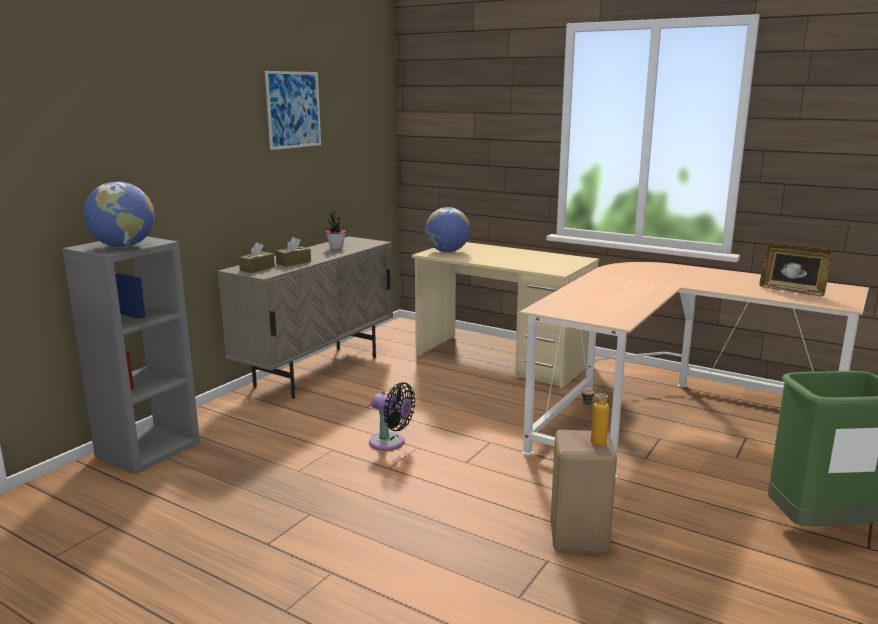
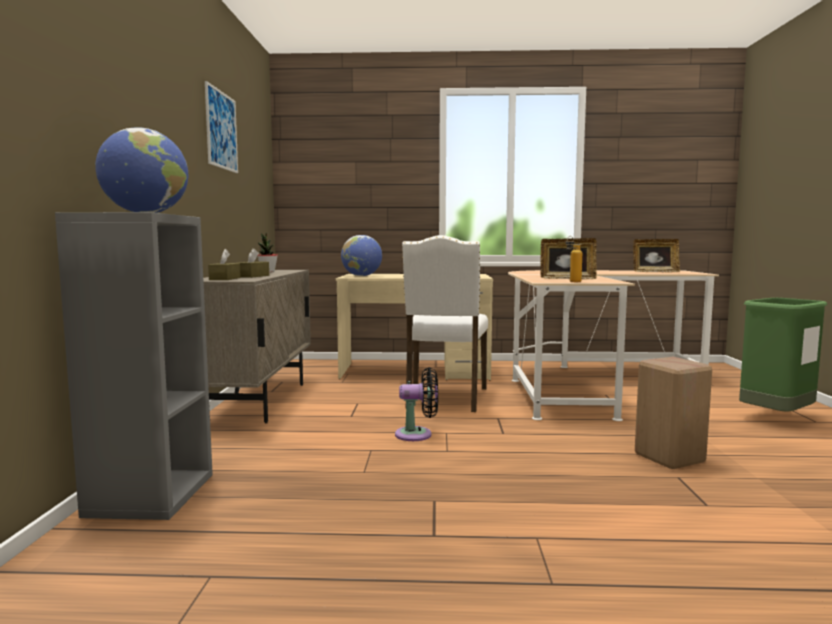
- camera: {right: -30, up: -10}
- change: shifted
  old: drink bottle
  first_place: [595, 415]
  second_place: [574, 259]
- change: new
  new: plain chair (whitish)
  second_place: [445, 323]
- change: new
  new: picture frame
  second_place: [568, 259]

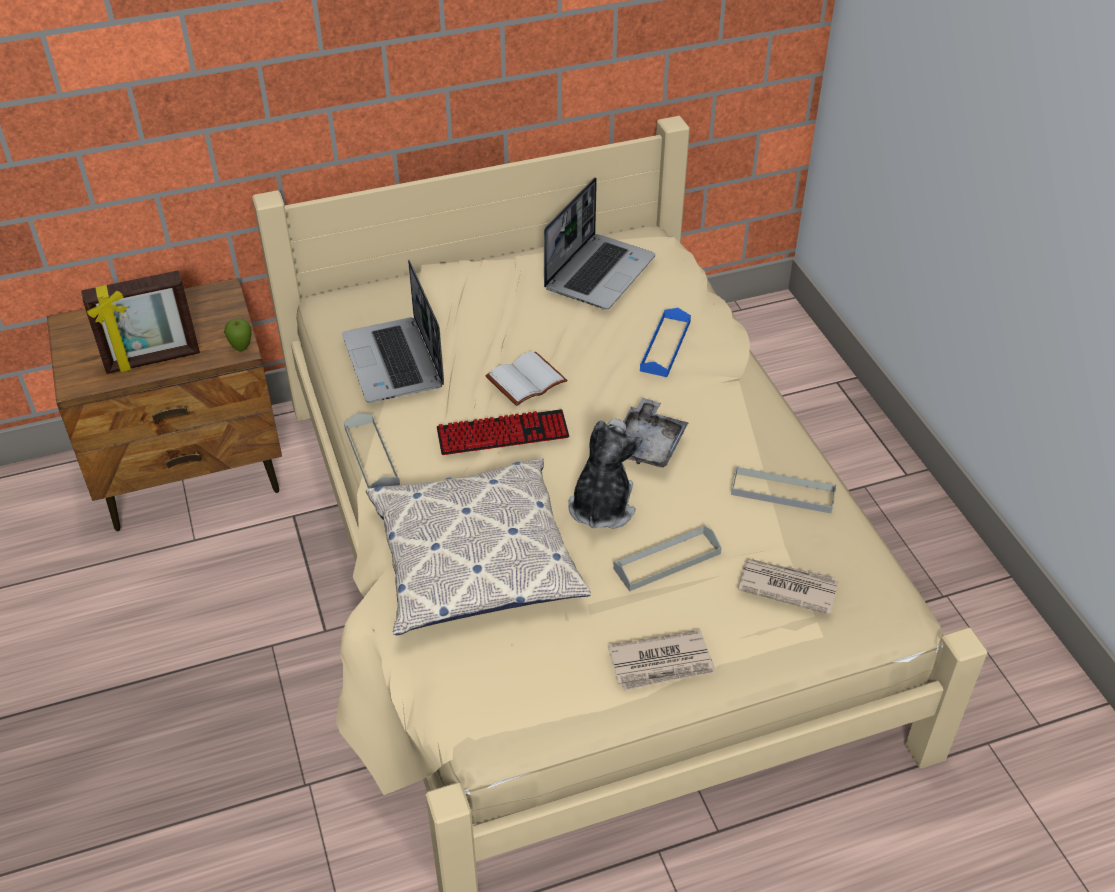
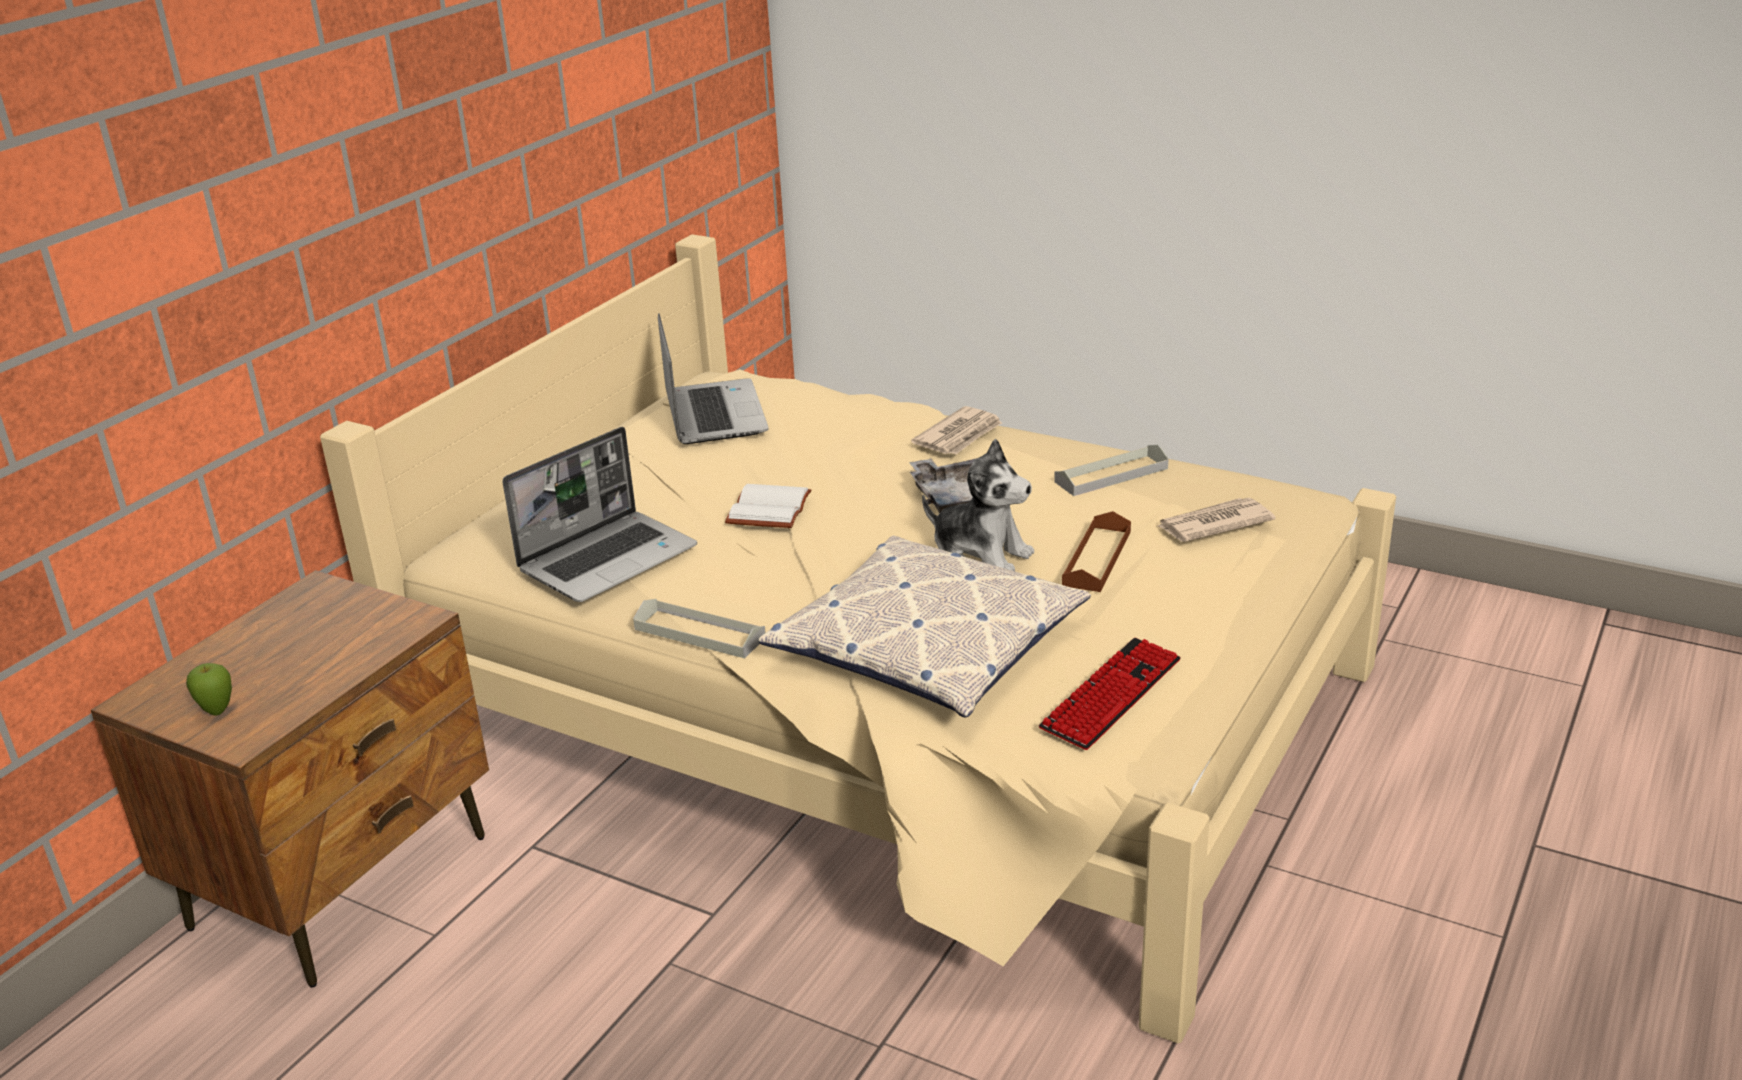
- camera: {right: -40, up: -15}
- change: gone
  old: picture frame
  first_place: [140, 322]
- change: shifted
  old: whole apple
  first_place: [237, 335]
  second_place: [209, 689]
- change: rotated
  old: notebook computer
  first_place: [393, 331]
  second_place: [599, 514]
  degrees: -75
- change: shifted
  old: keyboard
  first_place: [503, 432]
  second_place: [1110, 694]
- change: rotated
  old: plush toy
  first_place: [605, 474]
  second_place: [978, 505]
  degrees: 150
- change: shifted
  old: daily paper
  first_place: [662, 660]
  second_place: [956, 430]
- change: repainted
  old: serving tray (gray)
  new: serving tray (brownish)
  first_place: [667, 558]
  second_place: [1096, 551]
- change: gone
  old: serving tray (blue)
  first_place: [665, 342]

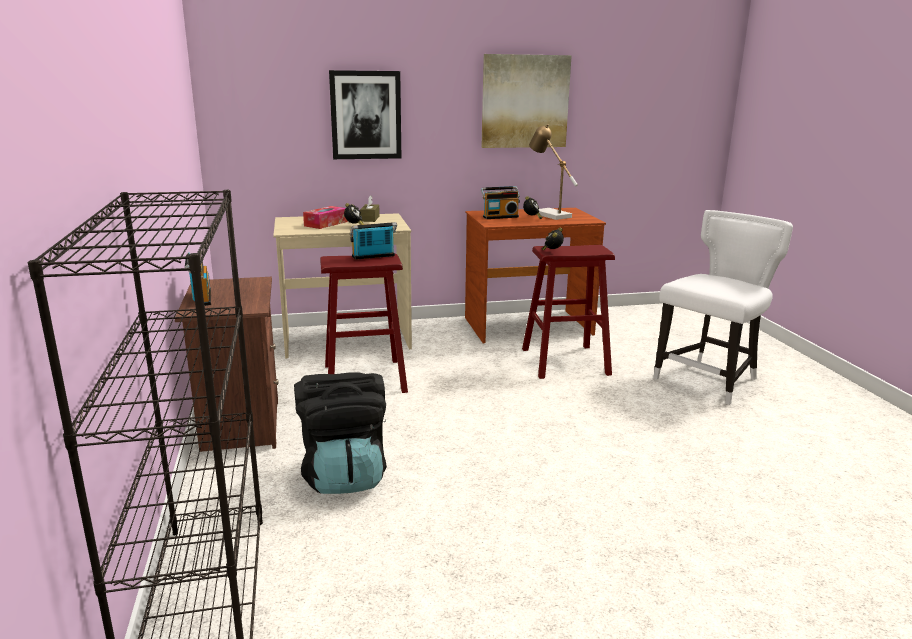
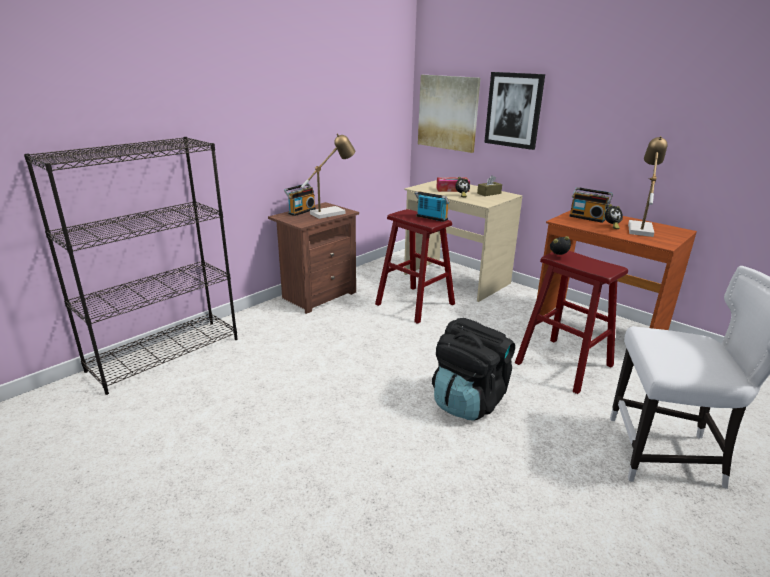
- camera: {right: 55, up: 5}
- change: shifted
  old: backpack (black-coloured)
  first_place: [340, 433]
  second_place: [473, 369]
- change: shifted
  old: wall art
  first_place: [526, 101]
  second_place: [449, 114]
- change: new
  new: tabletop lamp
  second_place: [328, 176]

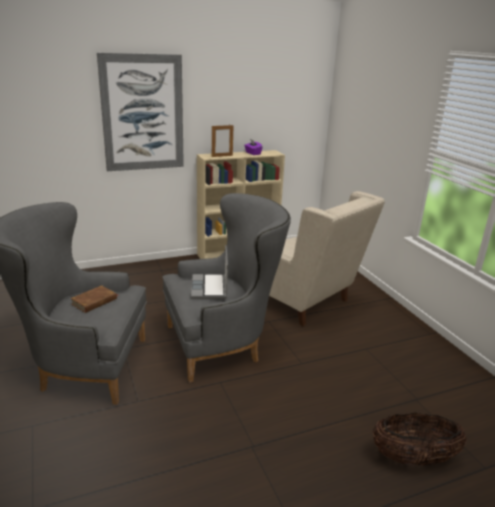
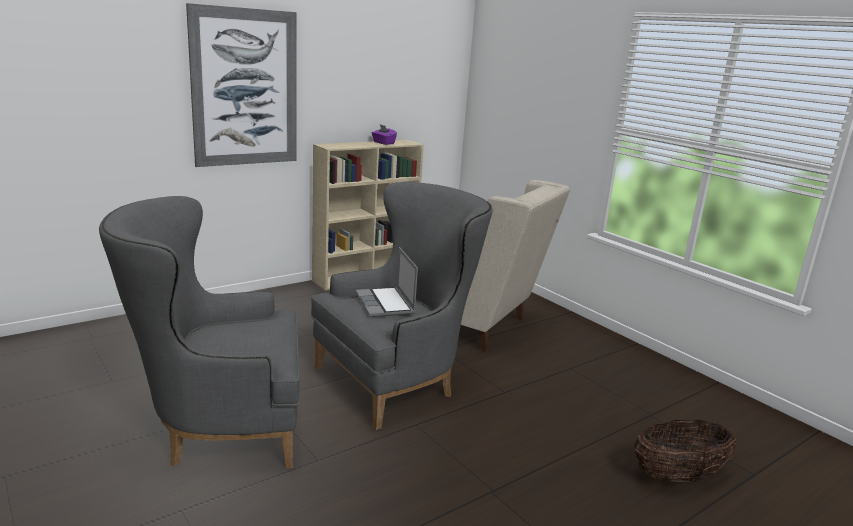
- camera: {right: -15, up: -5}
- change: gone
  old: bound book (brownish)
  first_place: [94, 299]
- change: gone
  old: picture frame
  first_place: [223, 141]

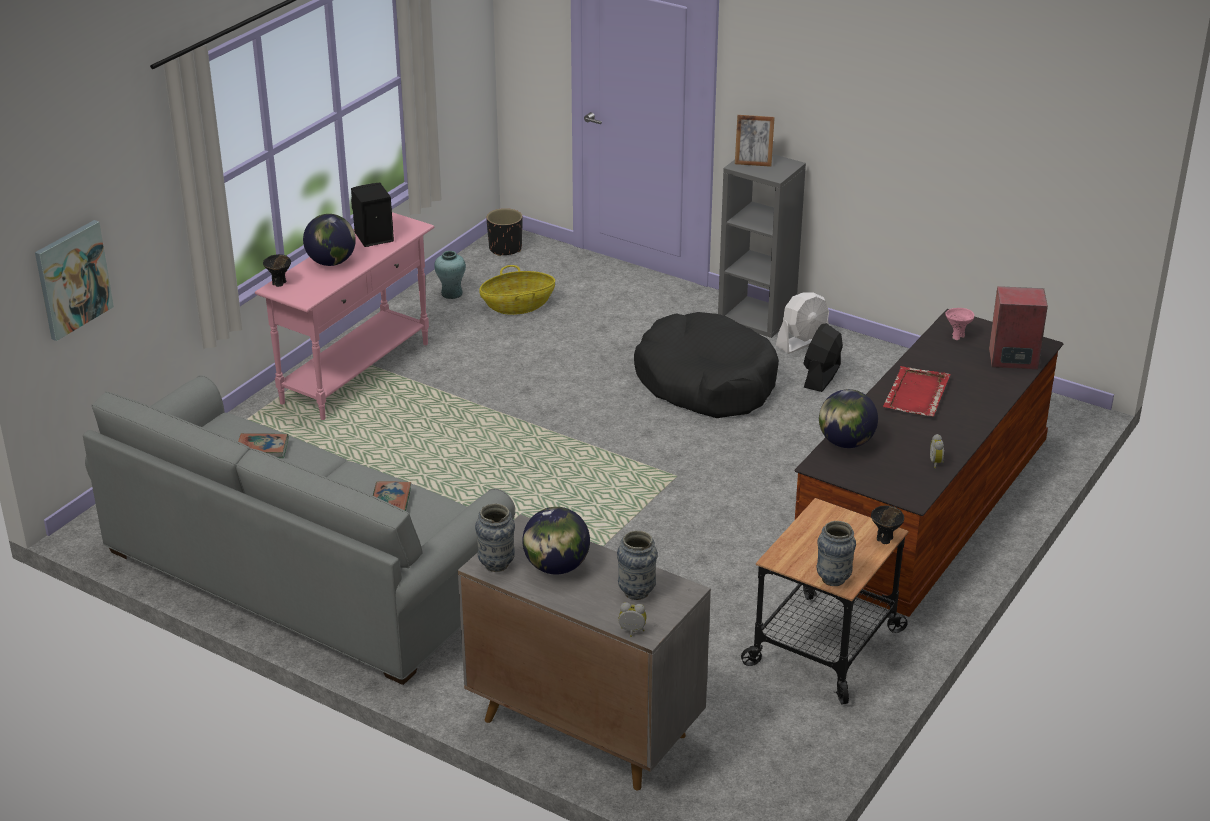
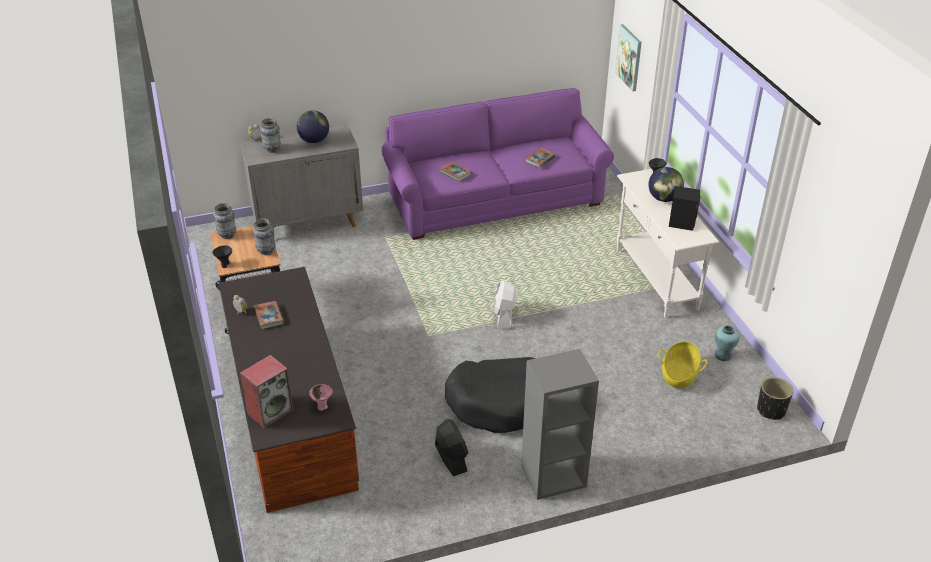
- camera: {right: 130, up: 5}
- change: repainted
  old: couch (gray)
  new: couch (purple-coloured)
  first_place: [299, 530]
  second_place: [497, 164]
- change: repainted
  old: narrow table (pinkish)
  new: narrow table (whitish)
  first_place: [344, 316]
  second_place: [668, 243]
- change: shifted
  old: flower vase
  first_place: [495, 537]
  second_place: [264, 236]
- change: gone
  old: picture frame
  first_place: [755, 141]
- change: shifted
  old: cooling fan (whitish)
  first_place: [802, 323]
  second_place: [505, 304]
- change: gone
  old: desk globe
  first_place: [848, 418]
- change: gone
  old: serving tray (reddish)
  first_place: [916, 391]
- change: new
  new: bound book
  second_place: [269, 315]

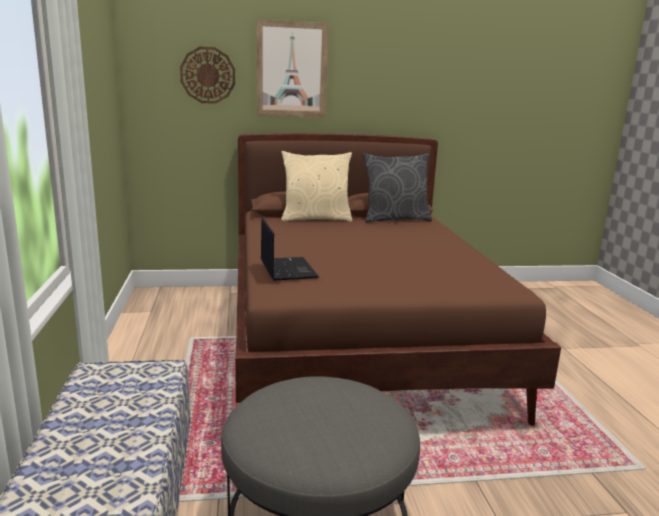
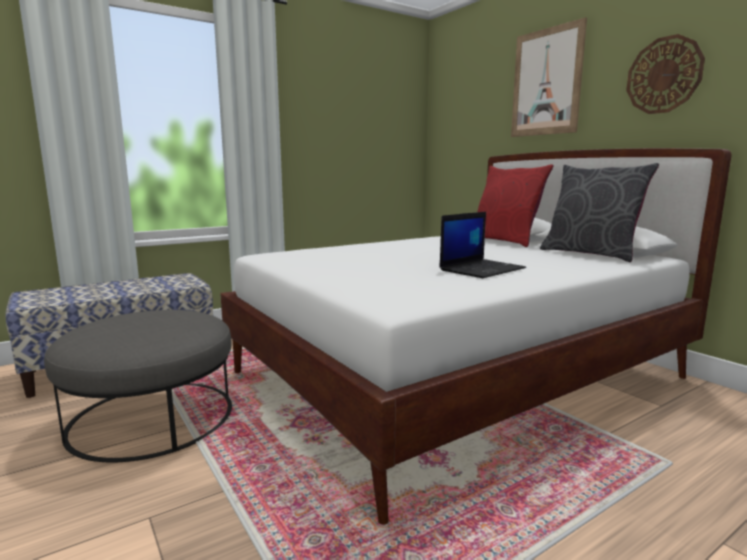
- camera: {right: 65, up: -5}
- change: shifted
  old: clock on the wall
  first_place: [207, 75]
  second_place: [665, 74]
- change: repainted
  old: sleeping bed (brownish)
  new: sleeping bed (whitish)
  first_place: [398, 279]
  second_place: [475, 336]
- change: shifted
  old: notebook computer
  first_place: [290, 249]
  second_place: [482, 245]
- change: repainted
  old: cushion (beige)
  new: cushion (reddish)
  first_place: [316, 186]
  second_place: [515, 205]

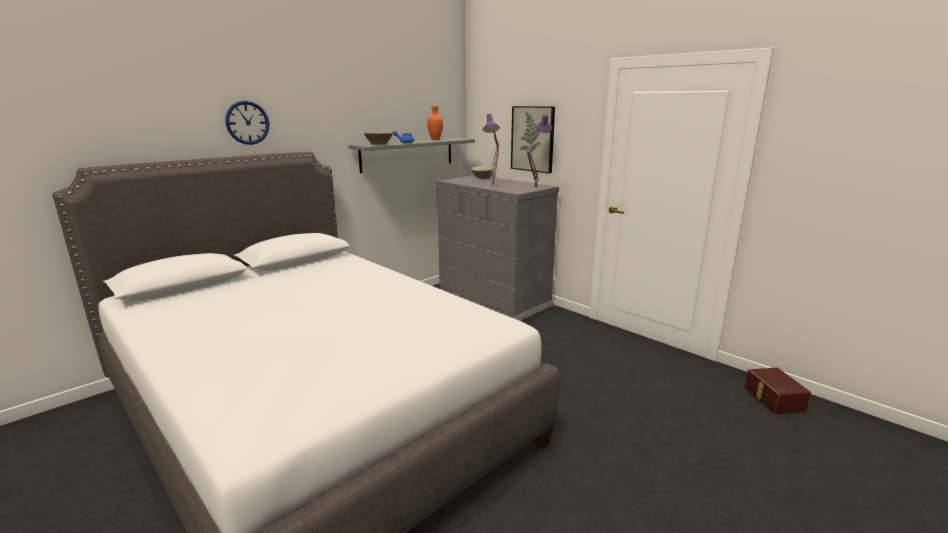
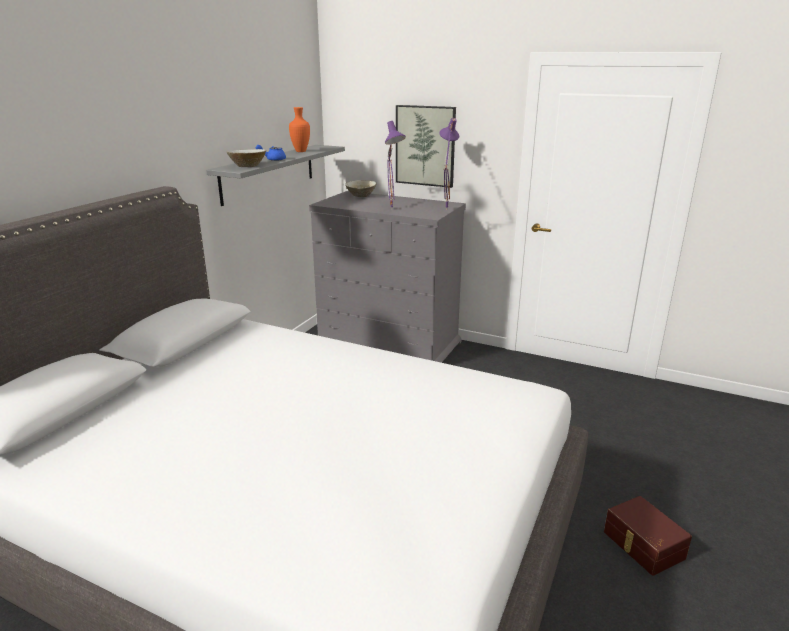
- camera: {right: -20, up: 5}
- change: gone
  old: clock on the wall
  first_place: [247, 123]
- change: shifted
  old: storage bin (brownish)
  first_place: [777, 391]
  second_place: [648, 536]

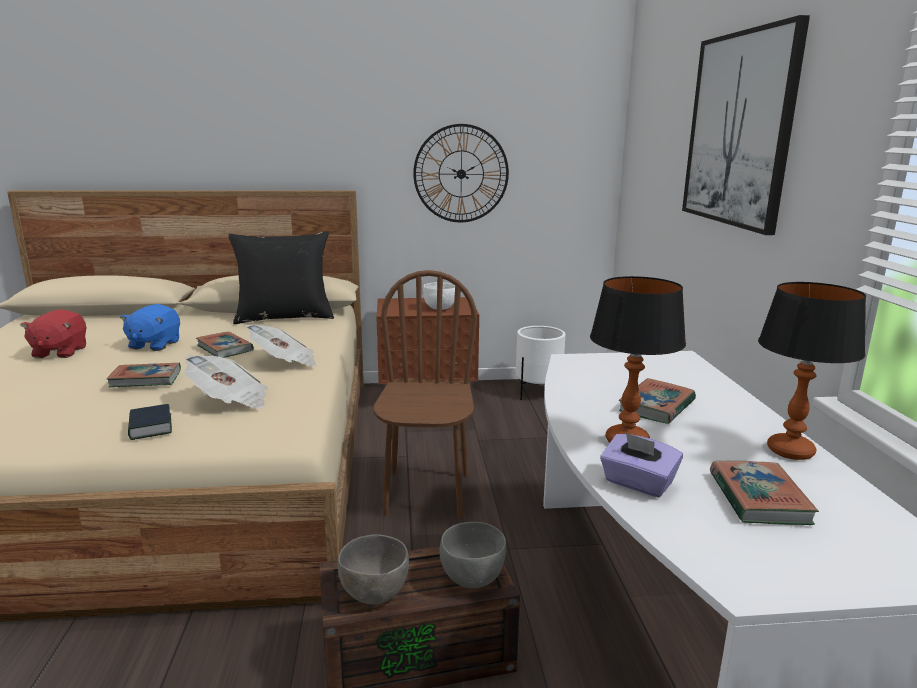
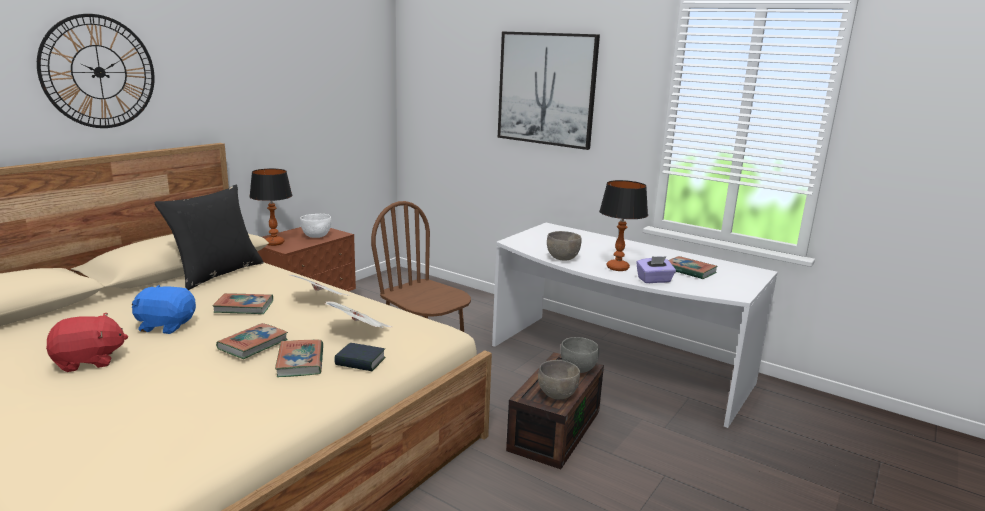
- camera: {right: -50, up: 0}
- change: rotated
  old: plush toy (reddish)
  first_place: [53, 333]
  second_place: [87, 342]
  degrees: -60
- change: rotated
  old: plush toy (blue)
  first_place: [150, 327]
  second_place: [164, 309]
  degrees: 135
- change: shifted
  old: clock on the wall
  first_place: [461, 173]
  second_place: [96, 71]
- change: gone
  old: flower pot (whitish)
  first_place: [540, 363]
- change: shifted
  old: bound book
  first_place: [657, 401]
  second_place: [299, 358]
- change: shifted
  old: tabletop lamp
  first_place: [812, 371]
  second_place: [270, 207]
- change: new
  new: serving bowl (gray)
  second_place: [564, 246]

